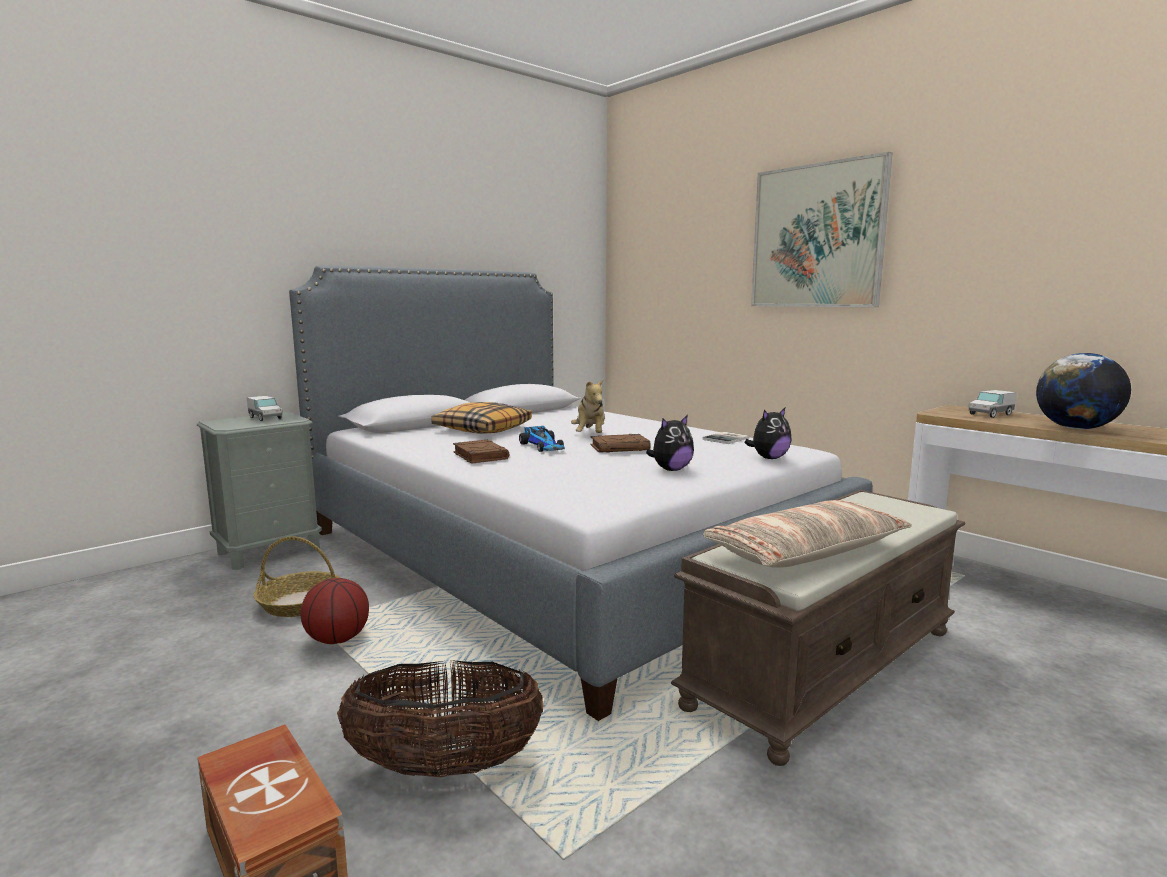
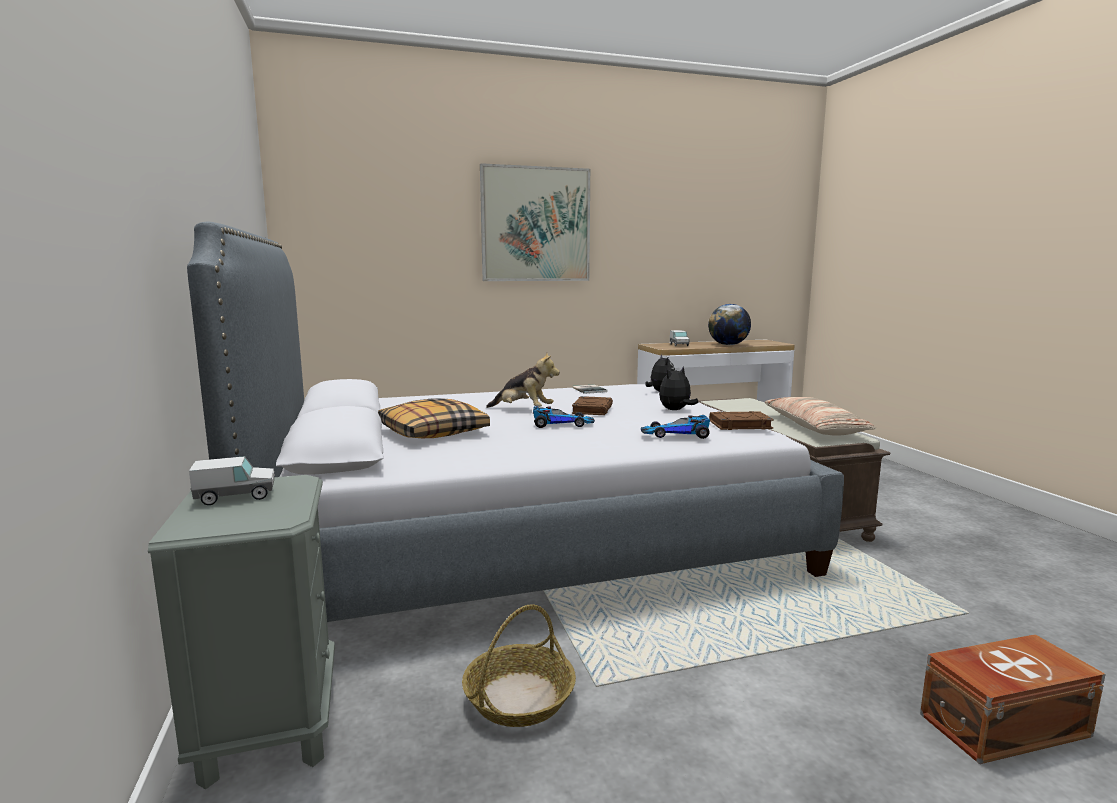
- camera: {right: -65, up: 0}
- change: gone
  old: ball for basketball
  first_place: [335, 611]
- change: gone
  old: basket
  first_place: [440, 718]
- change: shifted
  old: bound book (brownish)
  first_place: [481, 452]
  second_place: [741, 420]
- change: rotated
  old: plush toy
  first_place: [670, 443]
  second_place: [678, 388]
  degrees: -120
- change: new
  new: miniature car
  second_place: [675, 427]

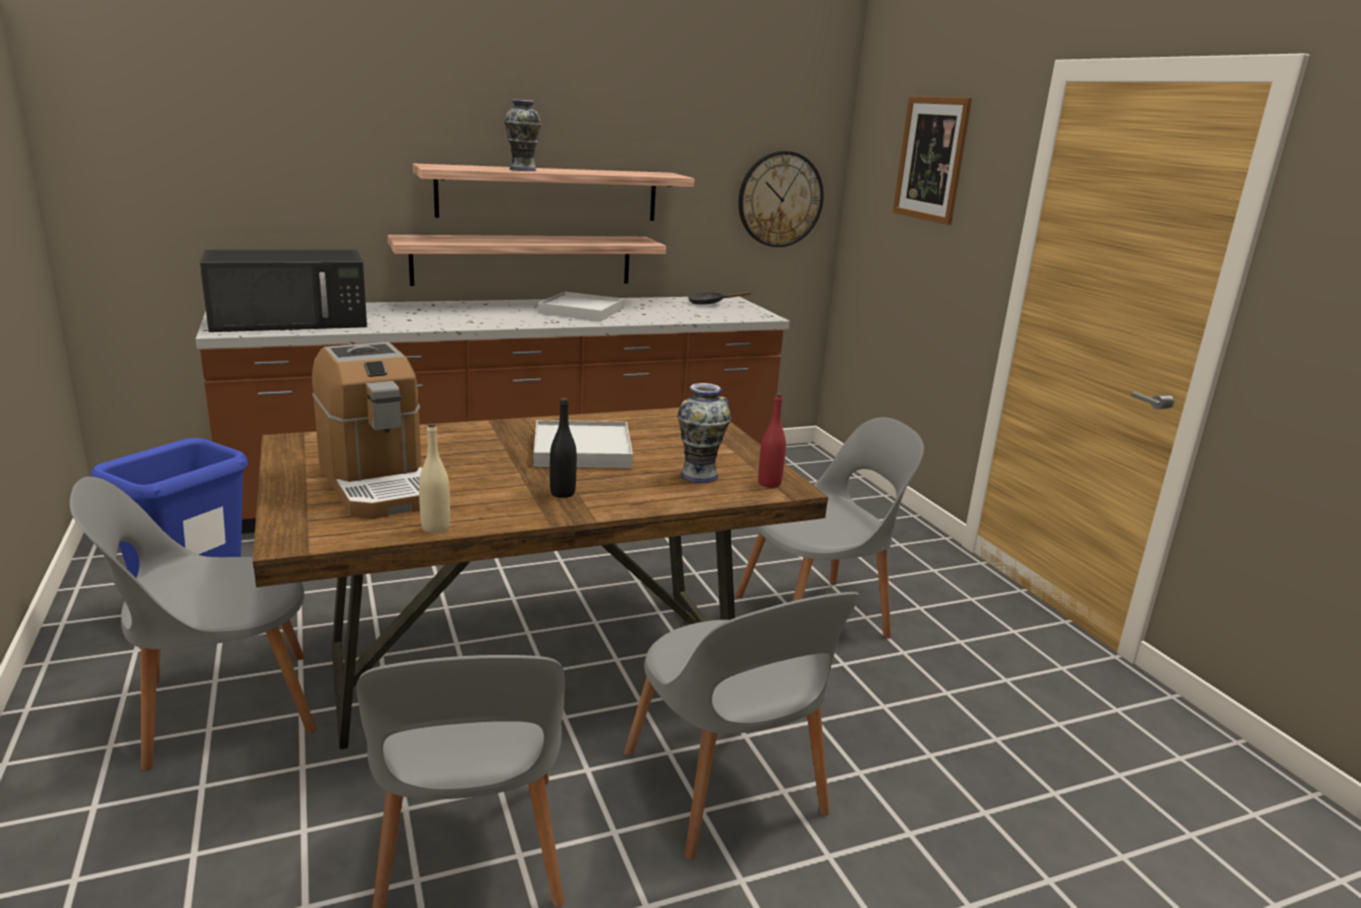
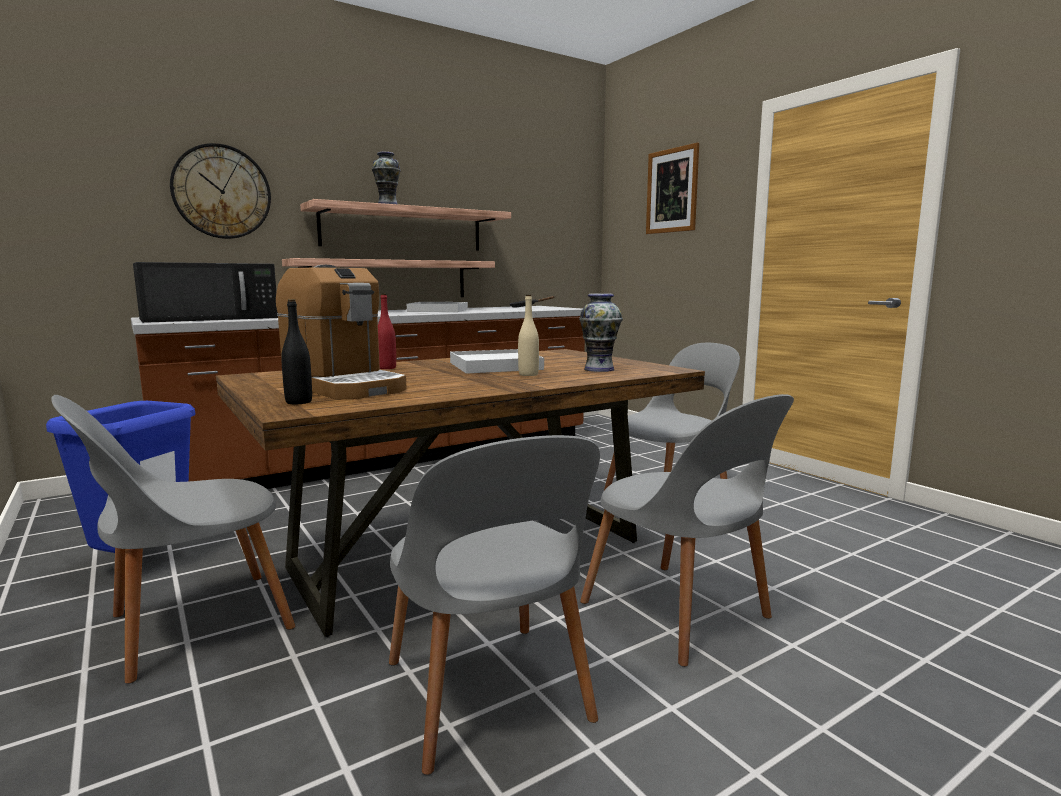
- camera: {right: -10, up: -10}
- change: shifted
  old: drink bottle (beige)
  first_place: [434, 478]
  second_place: [528, 335]
- change: shifted
  old: drink bottle (black-coloured)
  first_place: [563, 448]
  second_place: [296, 351]
- change: shifted
  old: clock on the wall
  first_place: [781, 199]
  second_place: [220, 191]
- change: shifted
  old: drink bottle (reddish)
  first_place: [772, 441]
  second_place: [387, 331]

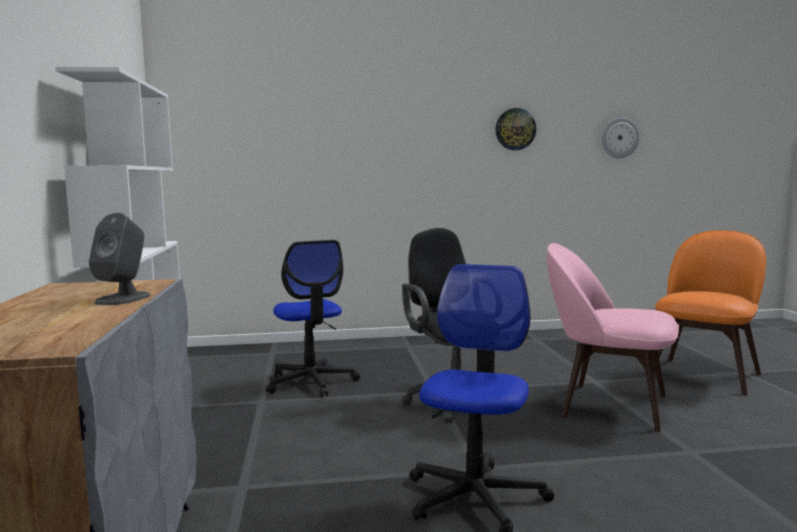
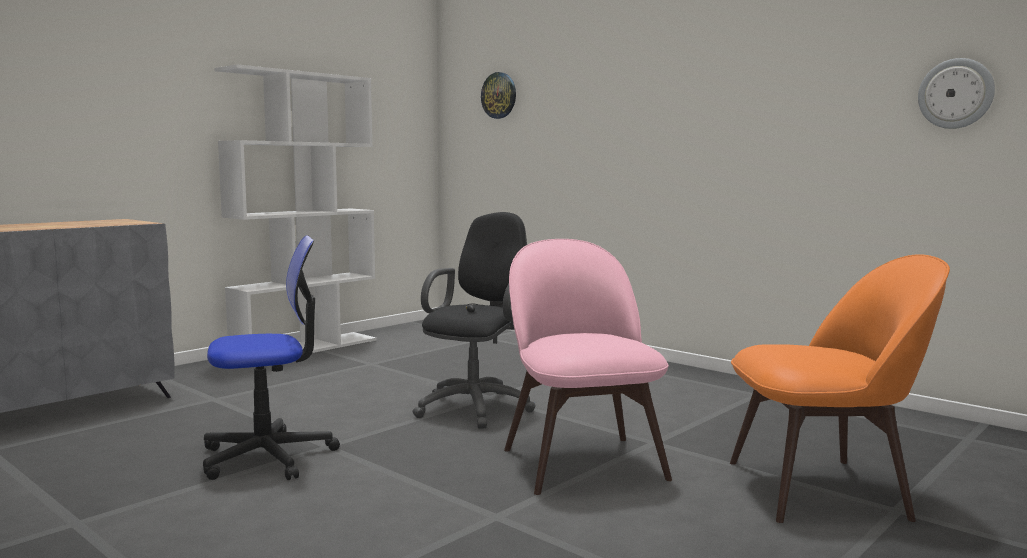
- camera: {right: 50, up: 0}
- change: gone
  old: loudspeaker (gray)
  first_place: [119, 259]
- change: gone
  old: desk chair
  first_place: [313, 318]
- change: shifted
  old: clock on the wall
  first_place: [515, 129]
  second_place: [498, 95]

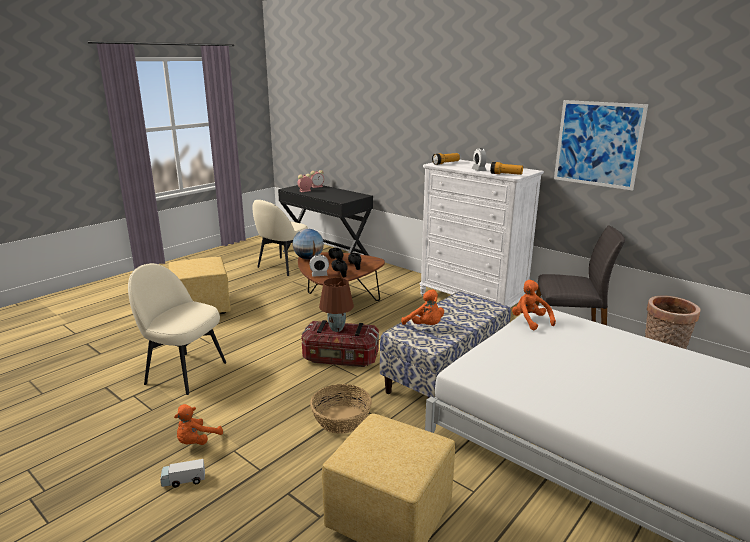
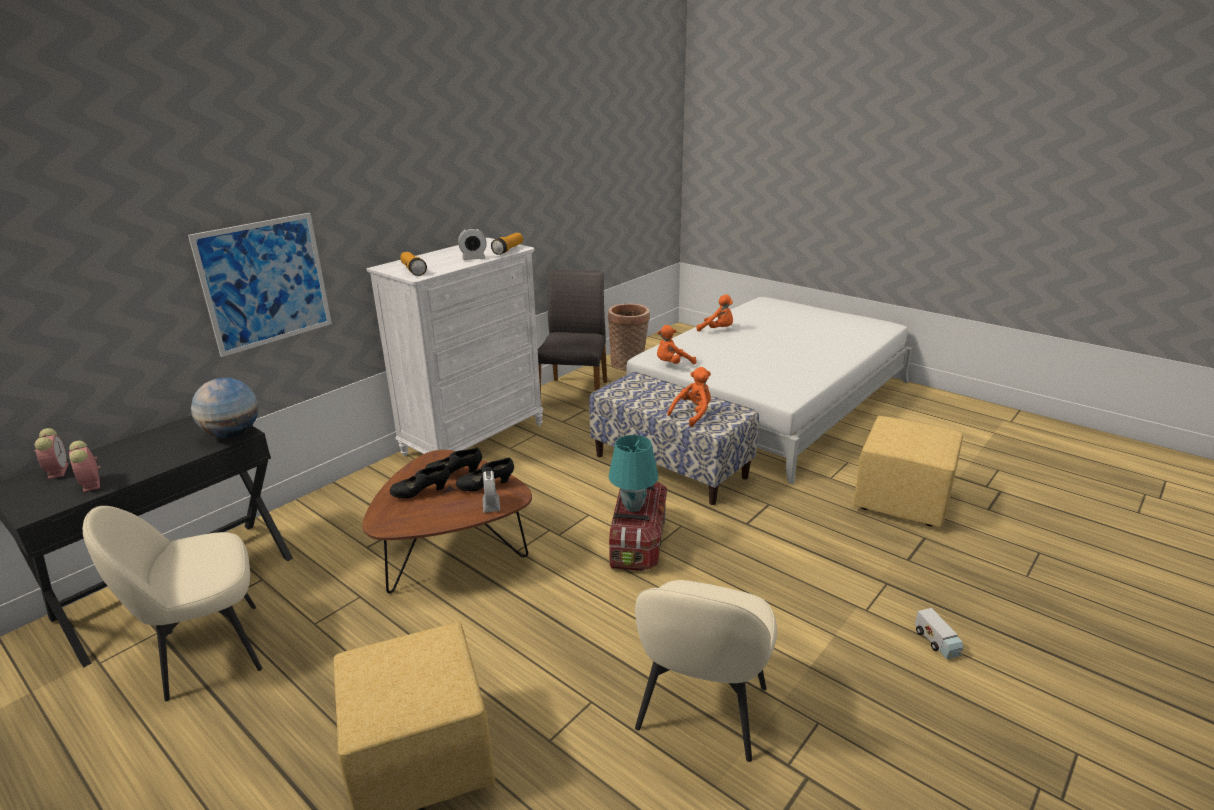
- camera: {right: -90, up: 5}
- change: shifted
  old: plush toy (orange)
  first_place: [198, 424]
  second_place: [715, 313]
- change: rotated
  old: plain chair (beige)
  first_place: [280, 238]
  second_place: [172, 603]
  degrees: 120
- change: shifted
  old: desk globe
  first_place: [308, 244]
  second_place: [225, 408]
- change: gone
  old: basket
  first_place: [341, 409]
- change: repainted
  old: tabletop lamp (brownish)
  new: tabletop lamp (turquoise)
  first_place: [336, 305]
  second_place: [633, 473]
- change: shifted
  old: wall art
  first_place: [601, 145]
  second_place: [260, 285]

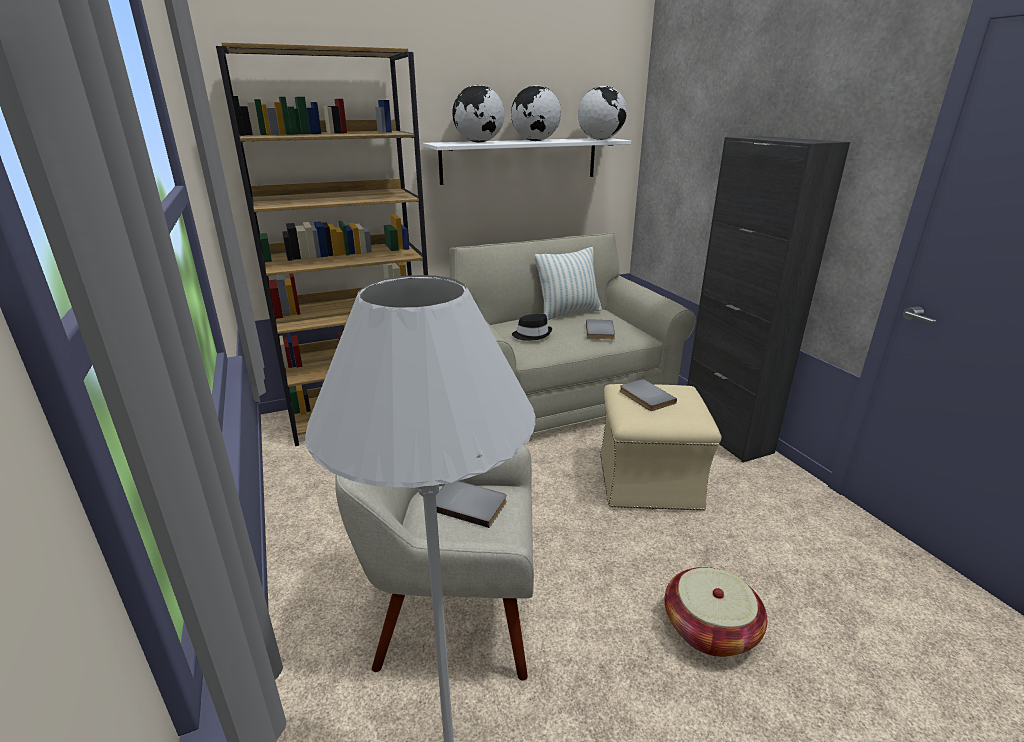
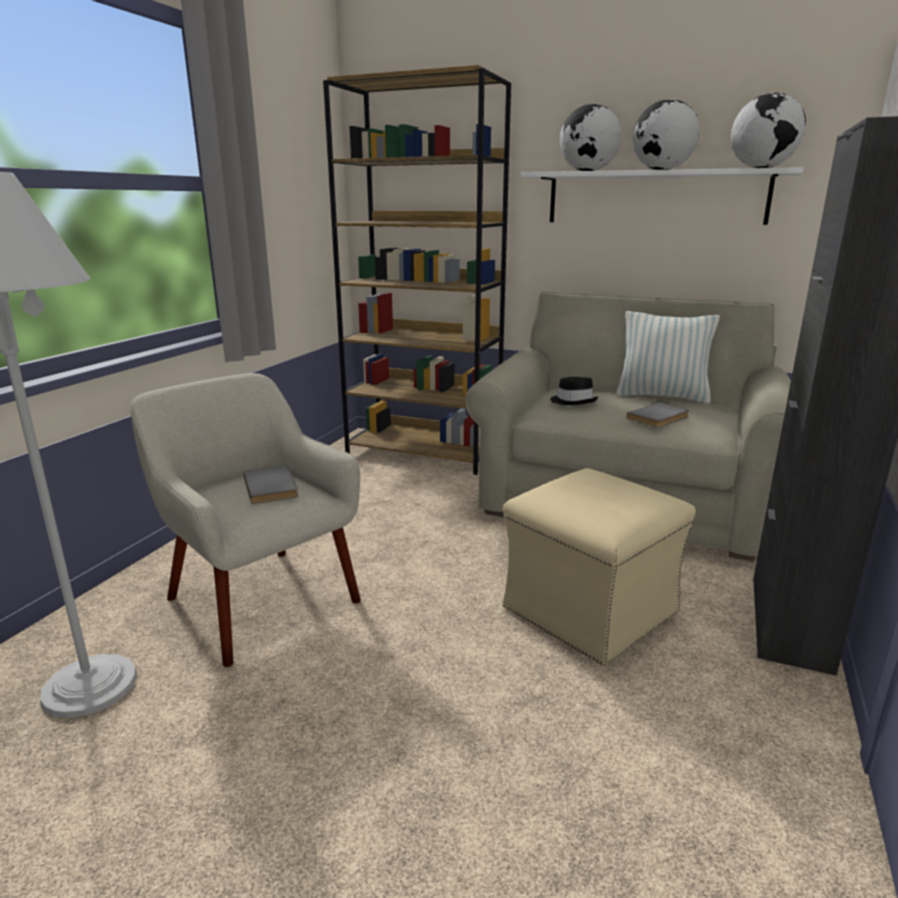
- camera: {right: 45, up: -5}
- change: gone
  old: bound book (gray)
  first_place: [648, 395]
- change: gone
  old: basket
  first_place: [716, 612]

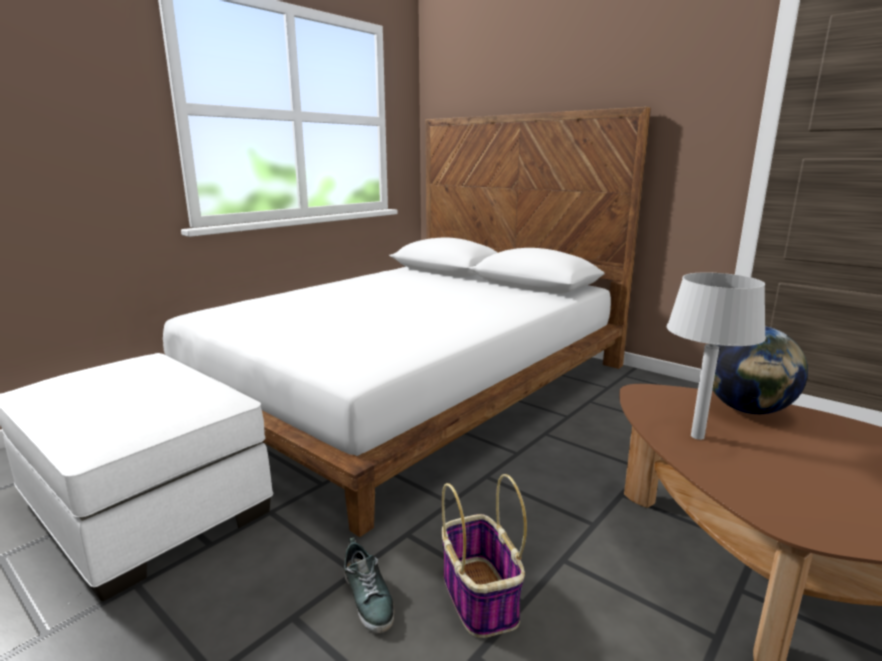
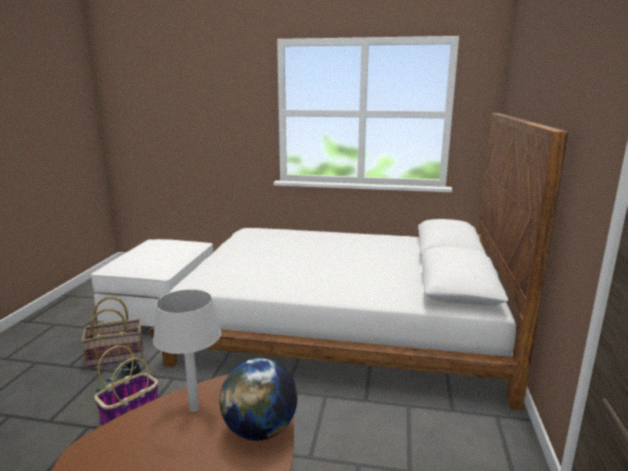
- camera: {right: 60, up: 0}
- change: new
  new: basket
  second_place: [112, 332]

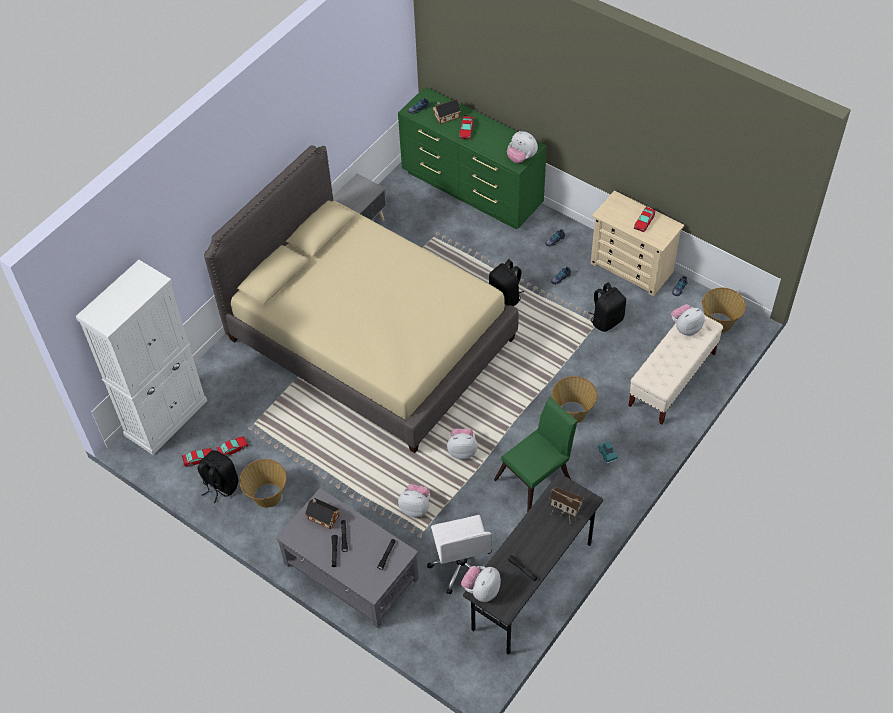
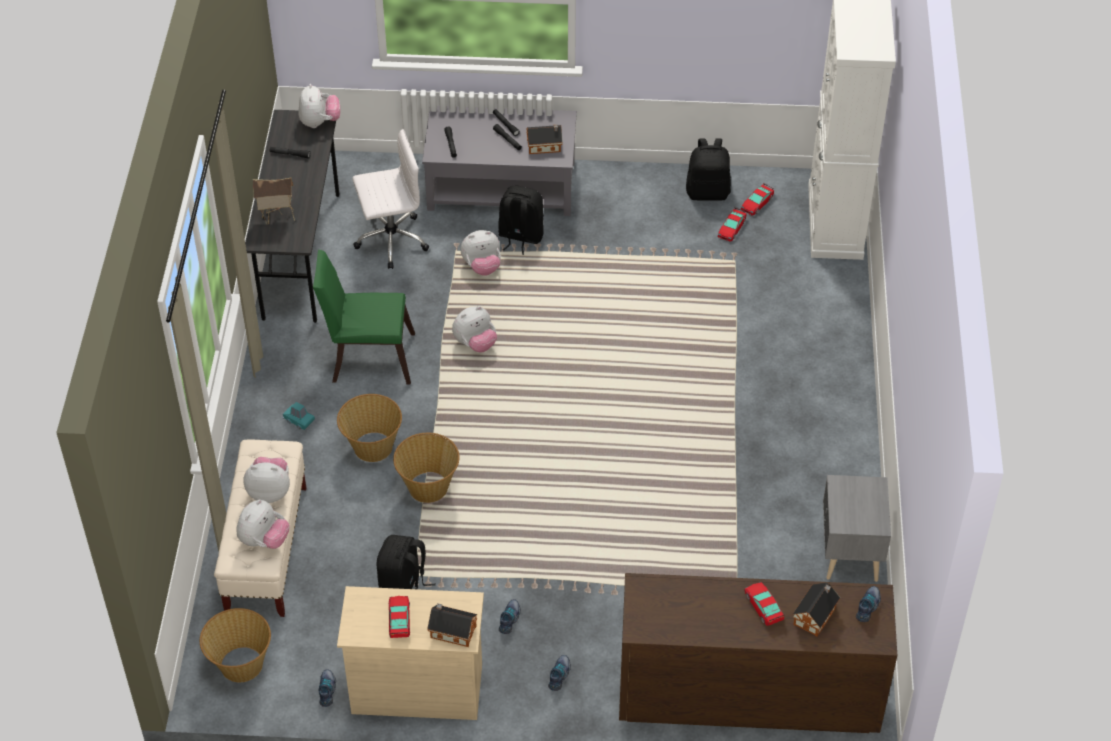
- camera: {right: 145, up: -5}
- change: gone
  old: sleeping bed (beige)
  first_place: [361, 299]
- change: shifted
  old: basket
  first_place: [263, 483]
  second_place: [426, 468]
- change: repainted
  old: chest of drawers (green)
  new: chest of drawers (brownish)
  first_place: [472, 158]
  second_place: [758, 653]
- change: rotated
  old: desk chair (whitish)
  first_place: [459, 554]
  second_place: [390, 199]
  degrees: 120
- change: shifted
  old: backpack (black-coloured)
  first_place: [506, 282]
  second_place: [521, 220]
- change: rotated
  old: plain chair (green)
  first_place: [535, 454]
  second_place: [364, 317]
  degrees: 75
- change: shifted
  old: plush toy
  first_place: [522, 147]
  second_place: [266, 480]
- change: new
  new: toy house
  second_place: [452, 625]

